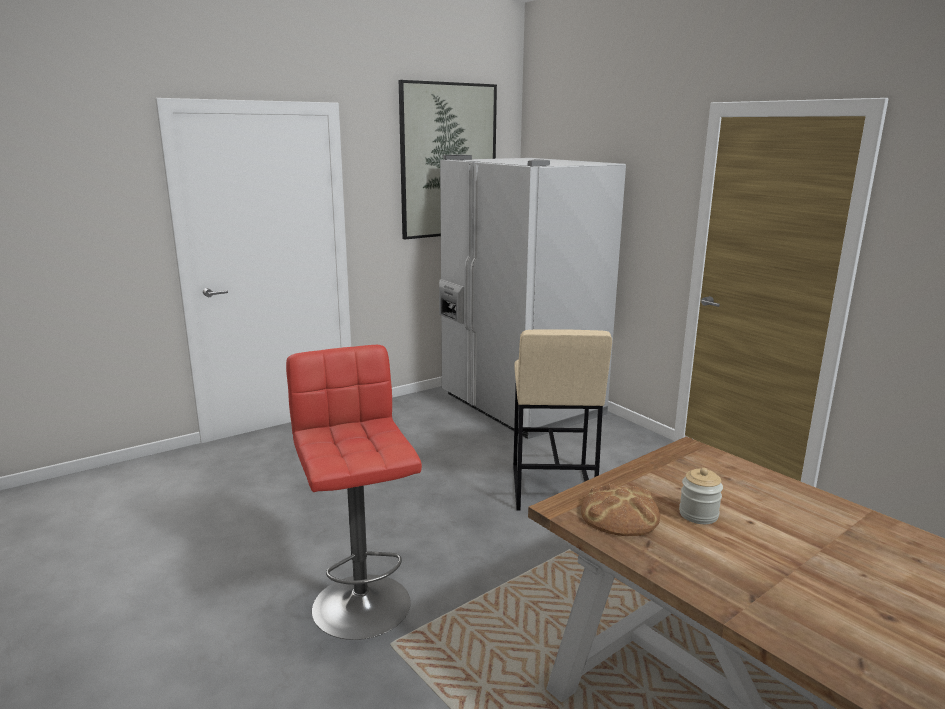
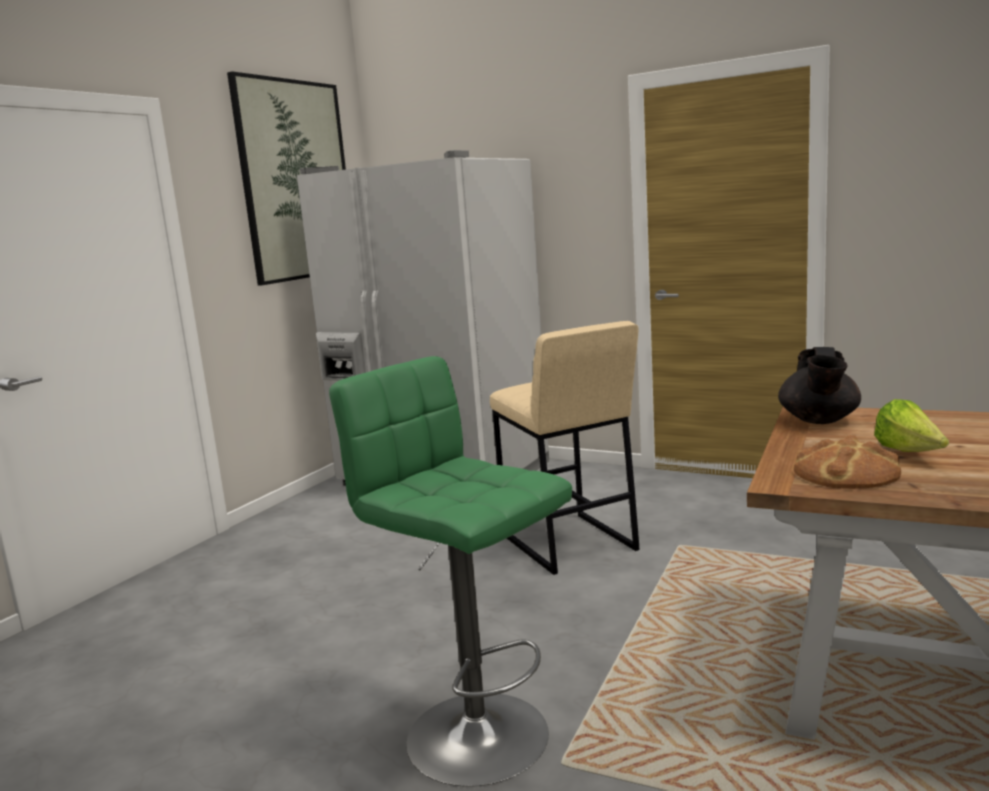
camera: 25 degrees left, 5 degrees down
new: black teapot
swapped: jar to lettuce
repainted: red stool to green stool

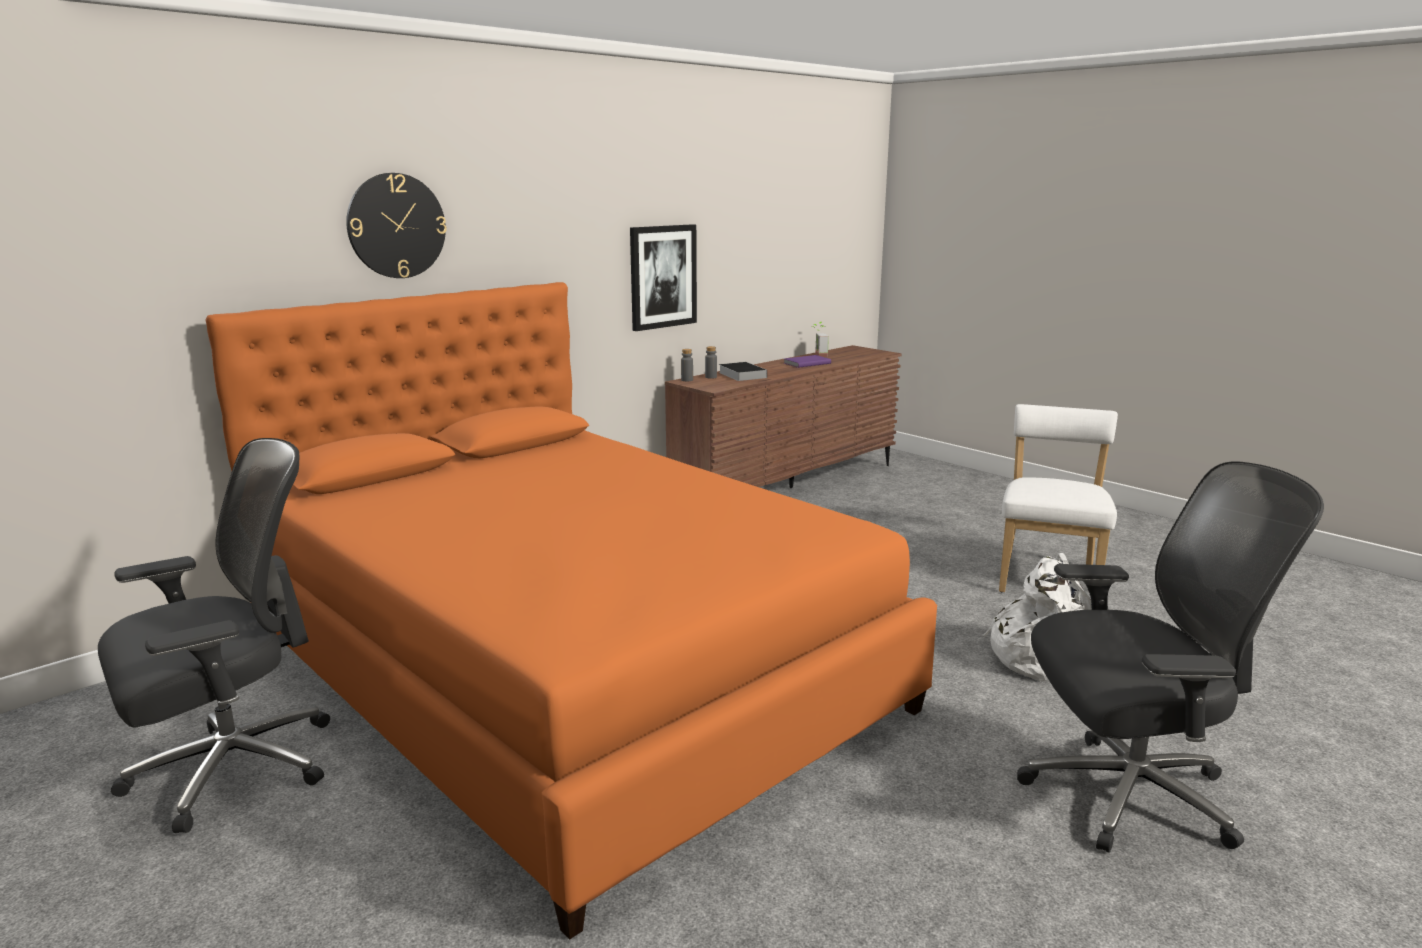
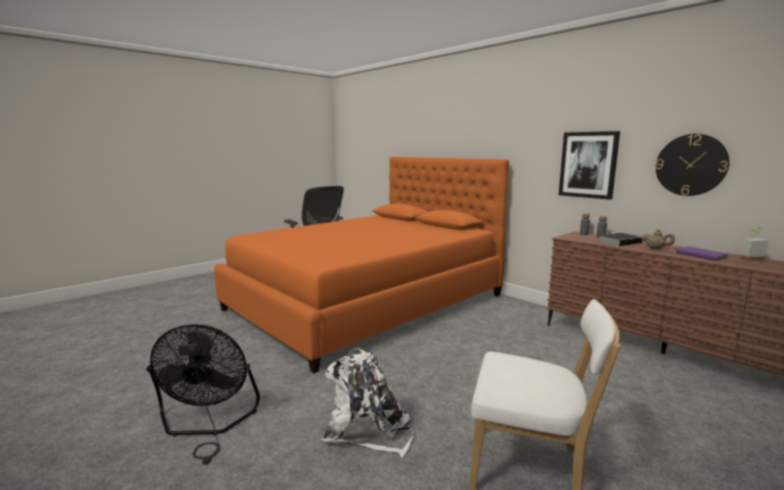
camera: 90 degrees right, 5 degrees down
new: beige teapot
shifted: wall clock
swapped: office chair (no. 2 from left) to black fan

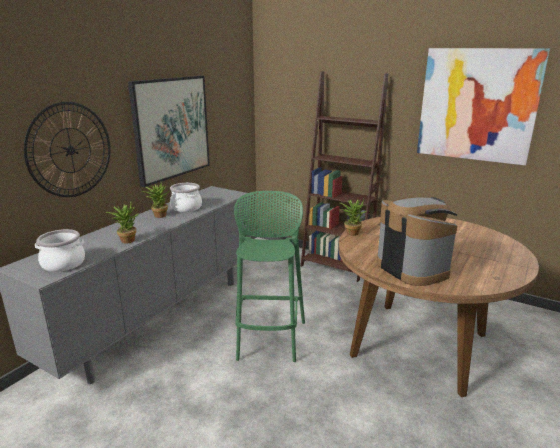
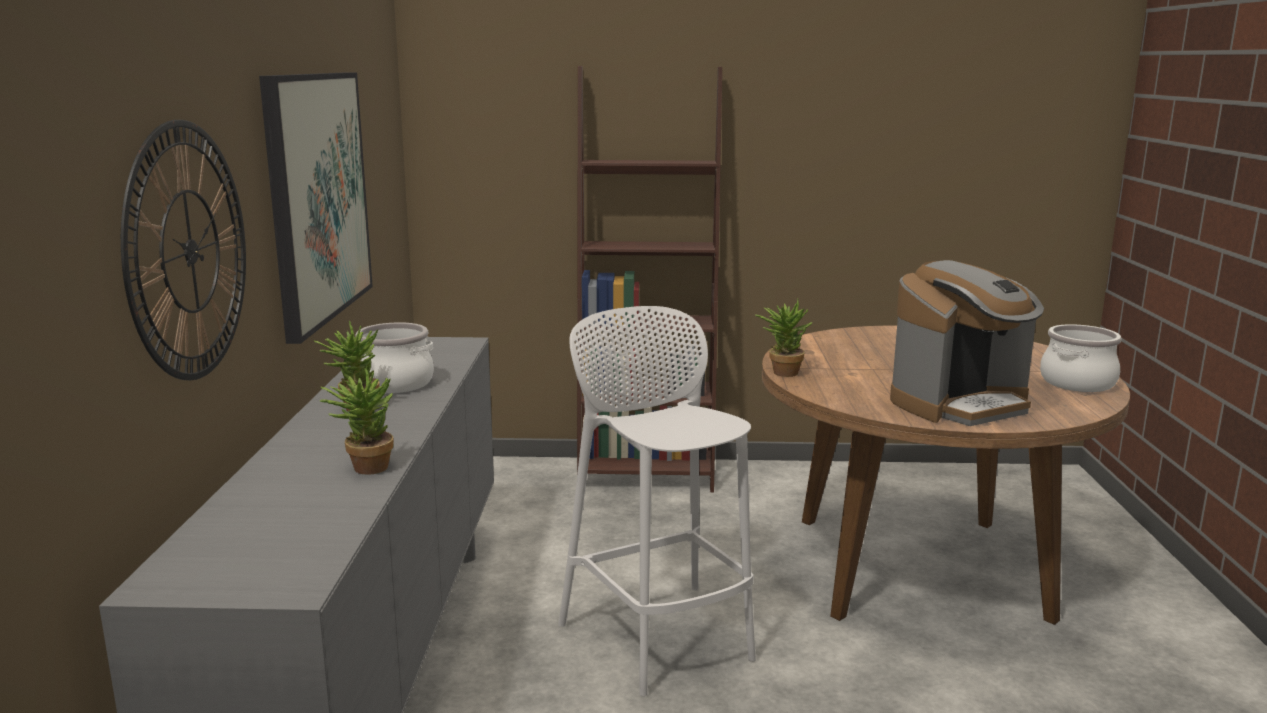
camera: 30 degrees left, 5 degrees down
gone: picture (no. 2 from left)
shifted: cooking pot (no. 1 from left in the first image) to cooking pot (no. 2 from left)
repainted: green stool to white stool
rotated: coffee machine 120 degrees clockwise

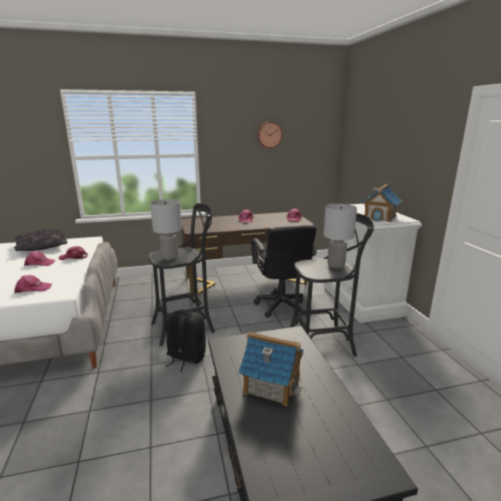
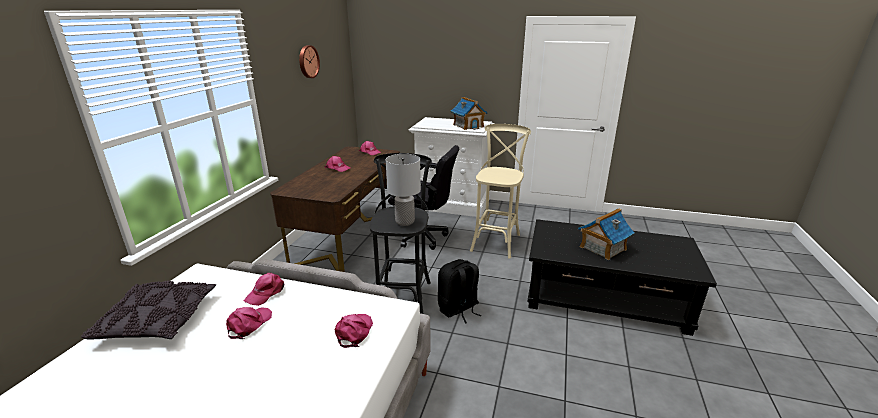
camera: 60 degrees left, 5 degrees up
gone: grey table lamp (no. 2 from left)
repainted: black stool (no. 2 from left) to beige stool

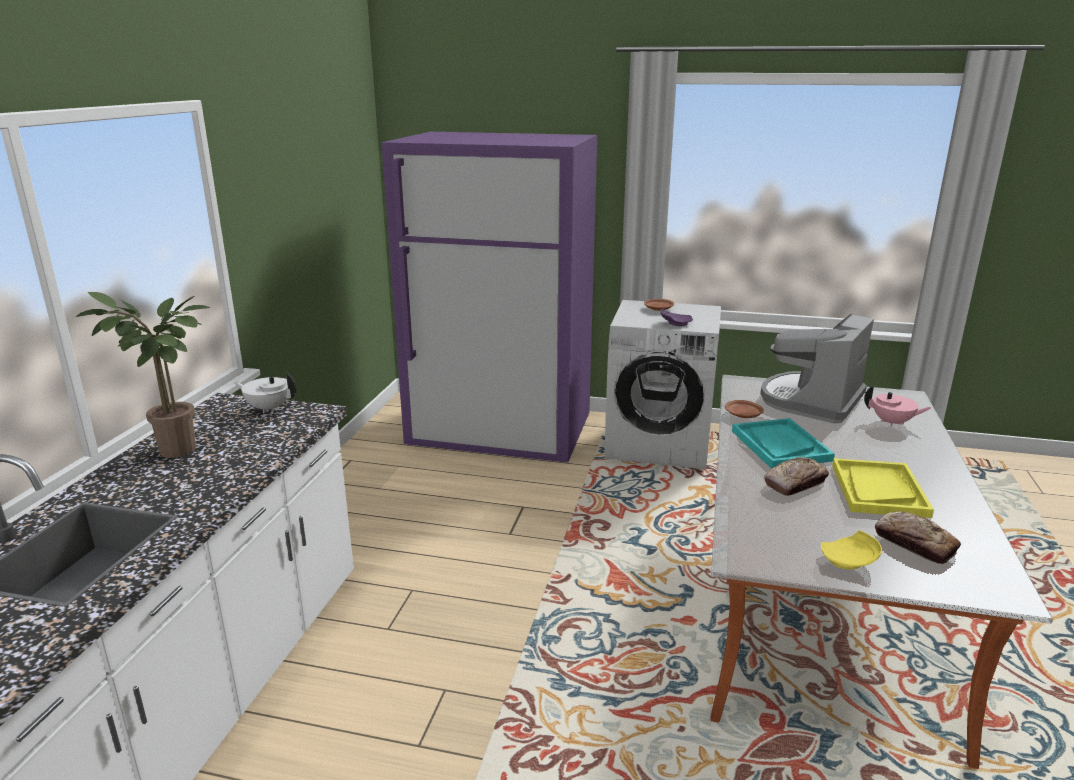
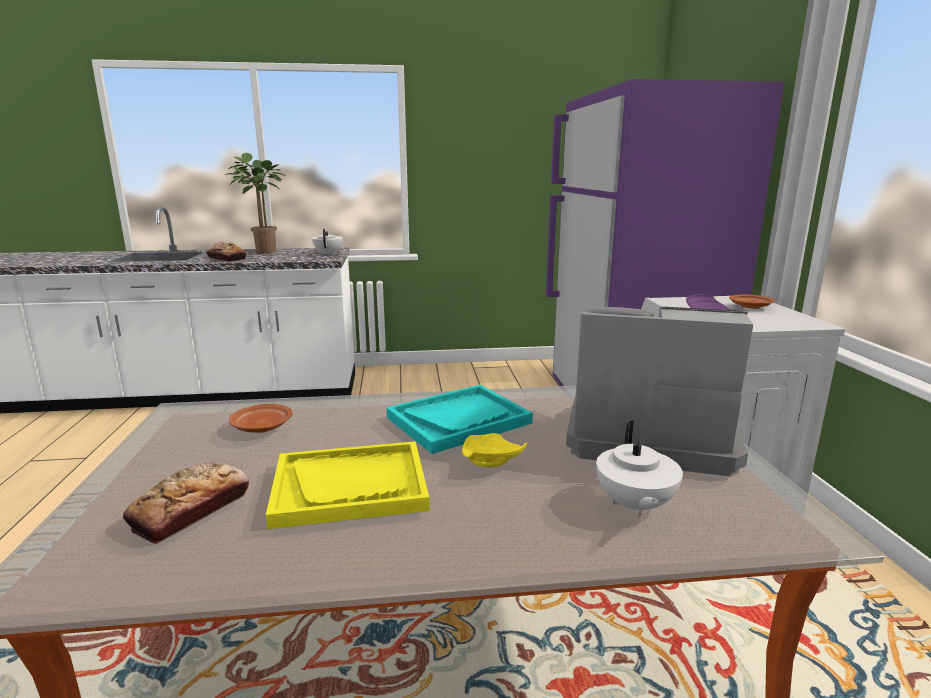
camera: 70 degrees right, 5 degrees down
shifted: brown plate (no. 2 from left in the first image) to brown plate (no. 1 from left); bread (no. 1 from left in the first image) to bread (no. 2 from left); yellow plate
repainted: pink teapot to white teapot (no. 2 from left)

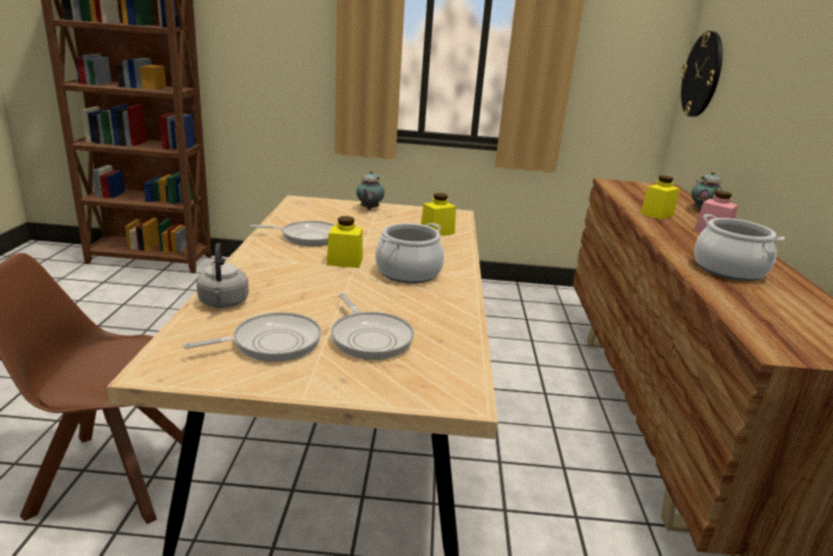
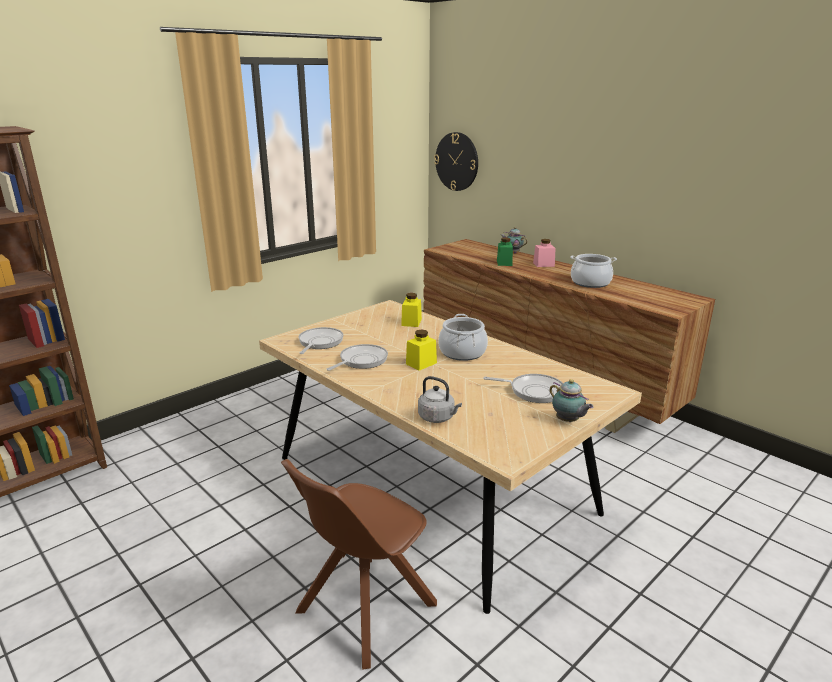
camera: 45 degrees left, 0 degrees up
shifted: teapot (no. 1 from left in the first image) to teapot (no. 2 from left); frying pan (no. 1 from left)
repainted: yellow jar (no. 3 from left) to green jar

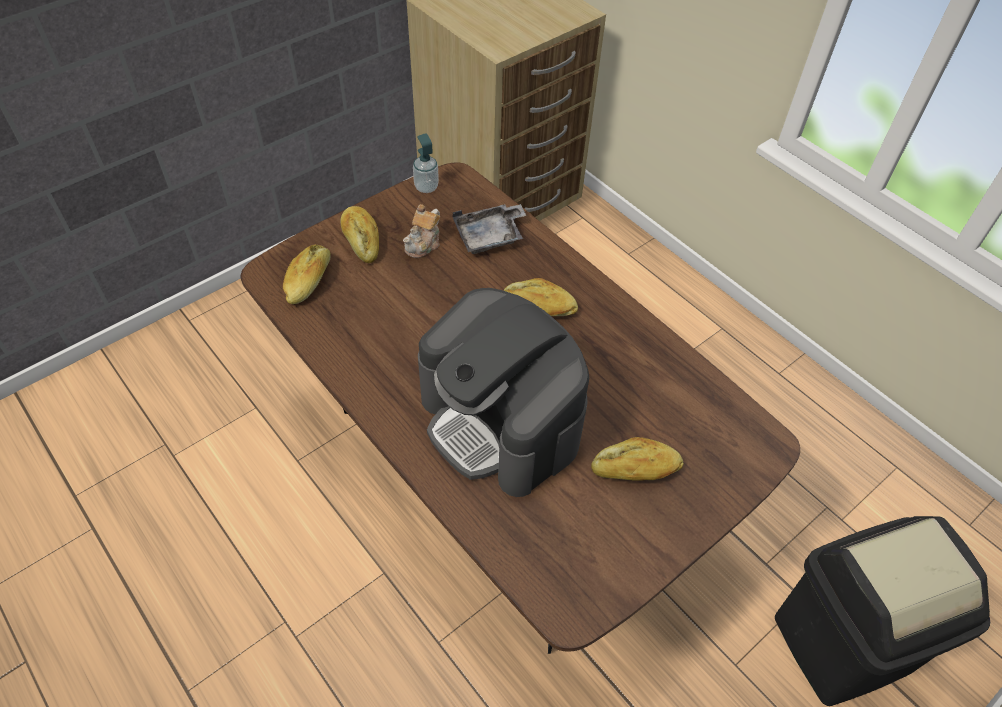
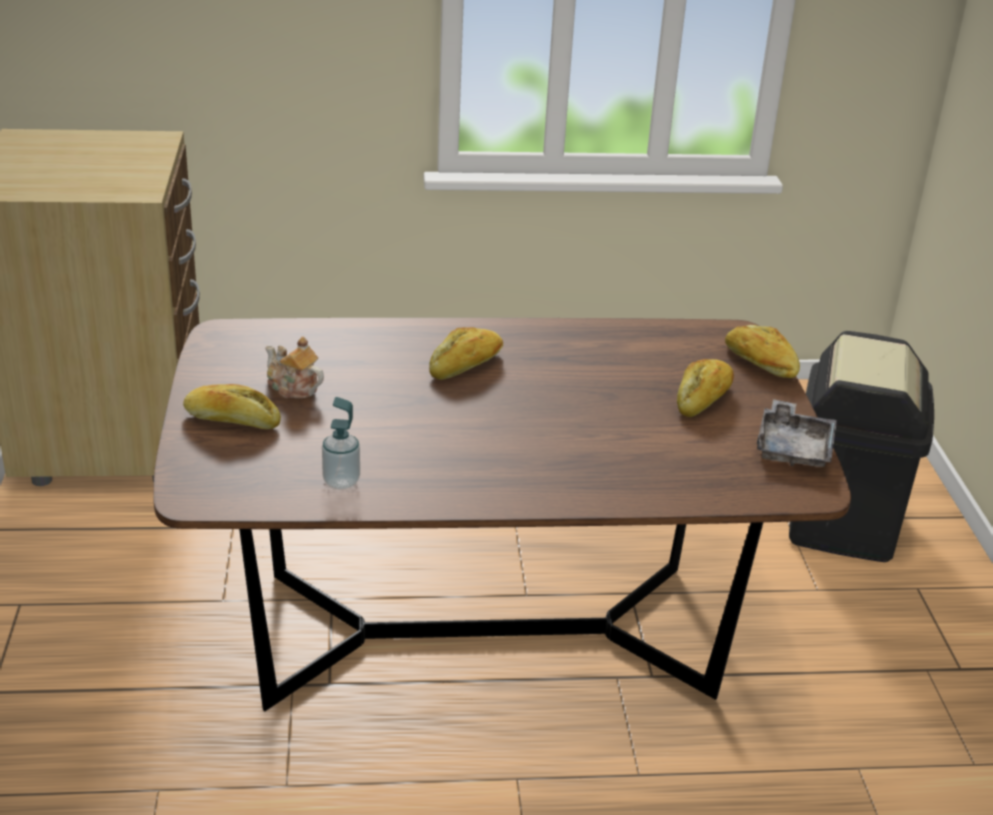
camera: 55 degrees left, 20 degrees down
gone: coffee machine
shifted: soap dispenser; grey tray; bread (no. 1 from left in the first image) to bread (no. 4 from left)
rotated: teapot 150 degrees clockwise

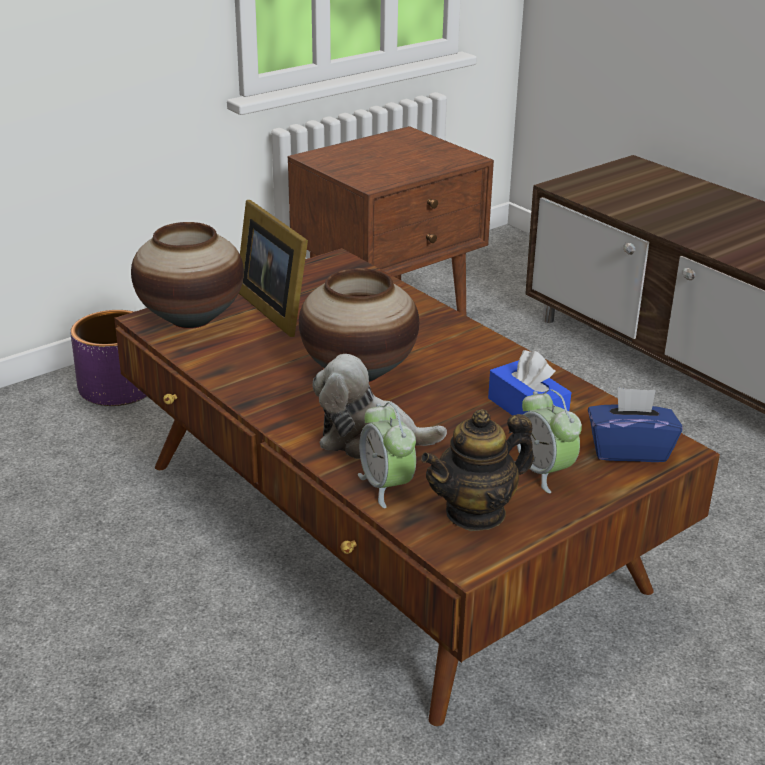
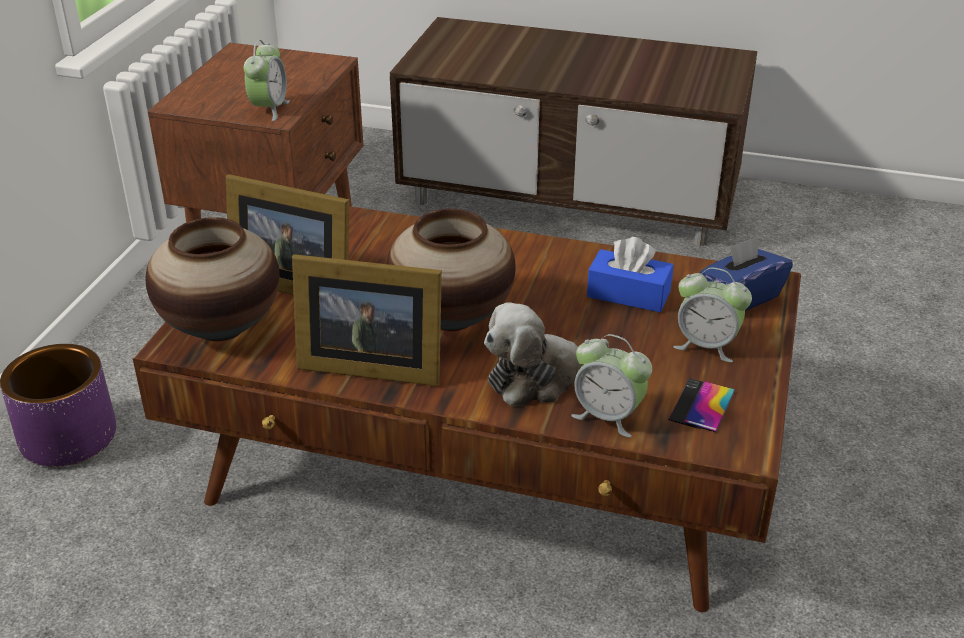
camera: 35 degrees left, 5 degrees up
new: alarm clock (no. 1 from left); picture frame (no. 2 from left)
swapped: teapot to phone

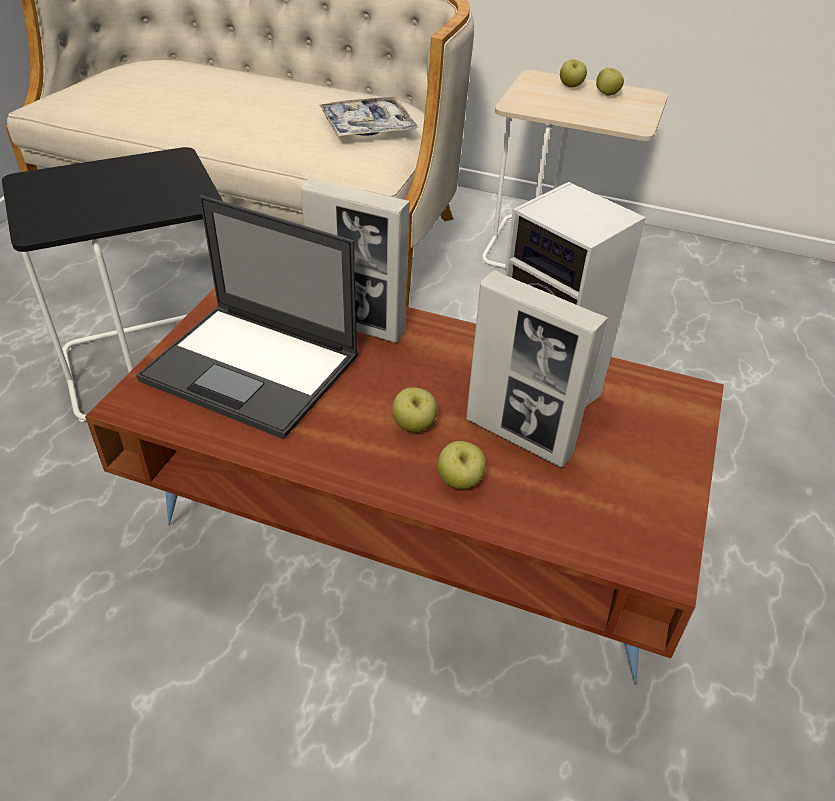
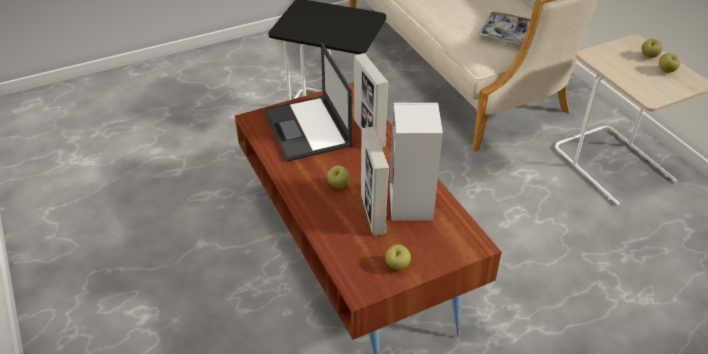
camera: 45 degrees right, 0 degrees up
shifted: apple (no. 2 from left)

